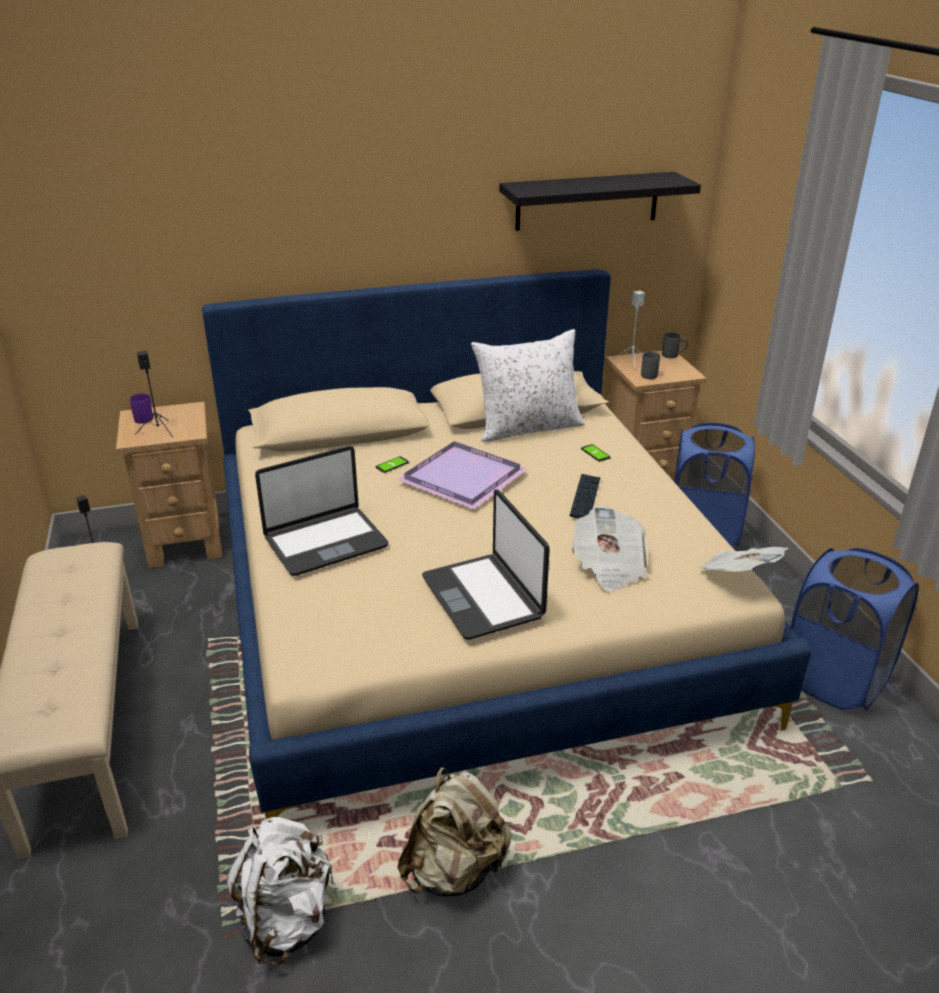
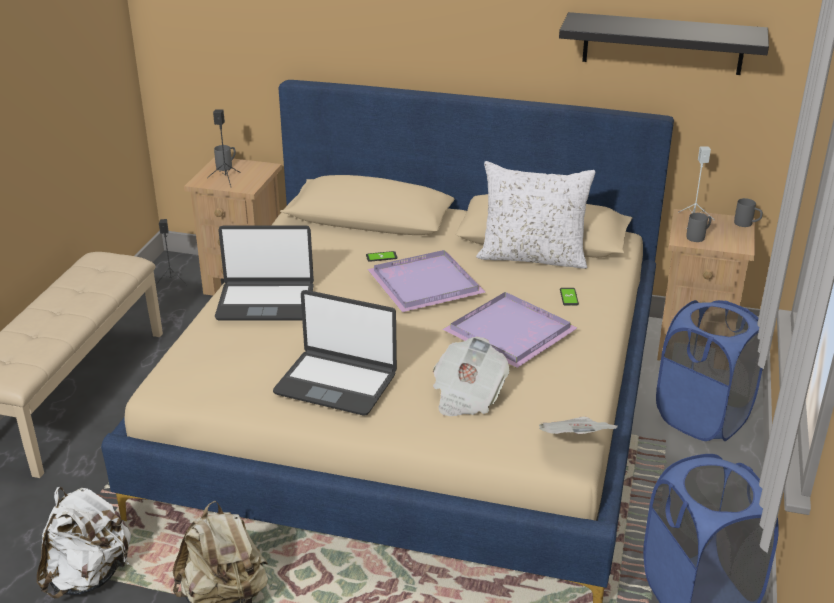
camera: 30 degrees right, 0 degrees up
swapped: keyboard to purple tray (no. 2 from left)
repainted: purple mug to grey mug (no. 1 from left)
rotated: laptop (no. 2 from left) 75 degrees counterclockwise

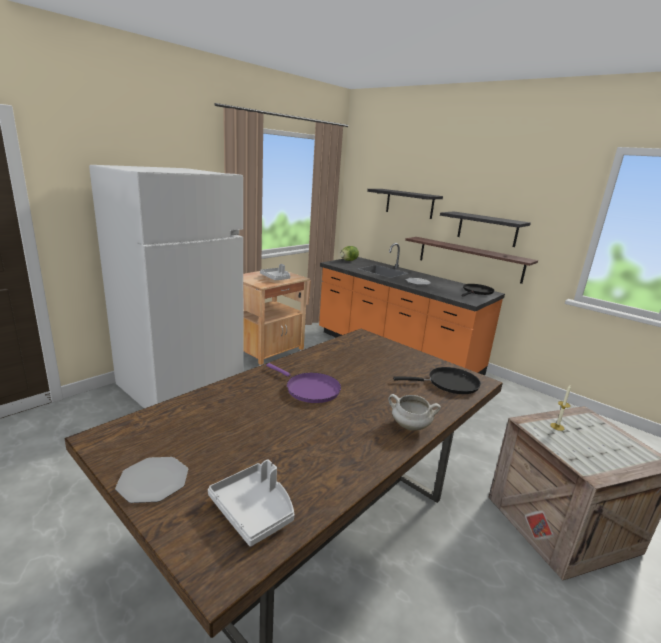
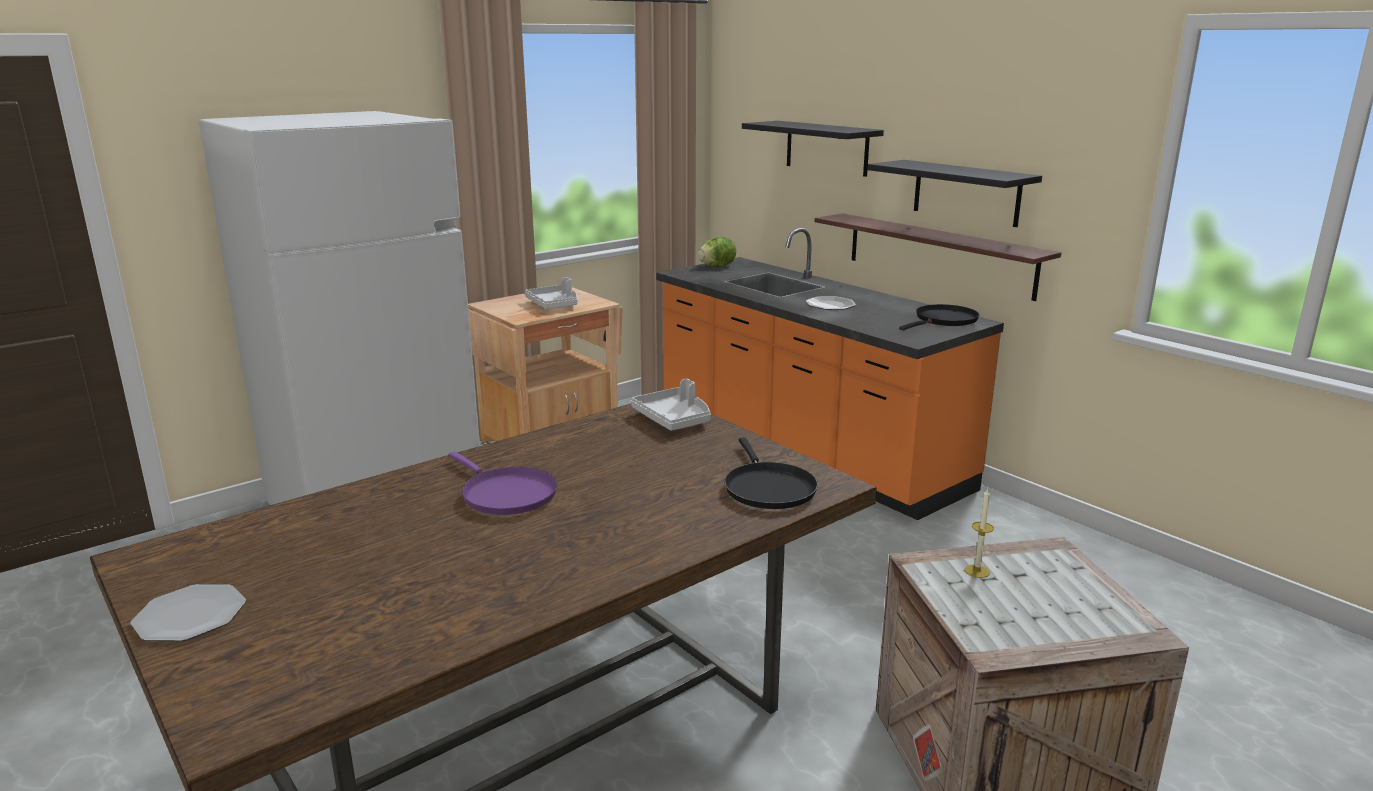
camera: 10 degrees right, 0 degrees up
gone: white cooking pot
shifted: grey tray (no. 1 from left in the first image) to grey tray (no. 2 from left)
rotated: black frying pan (no. 1 from left) 75 degrees clockwise

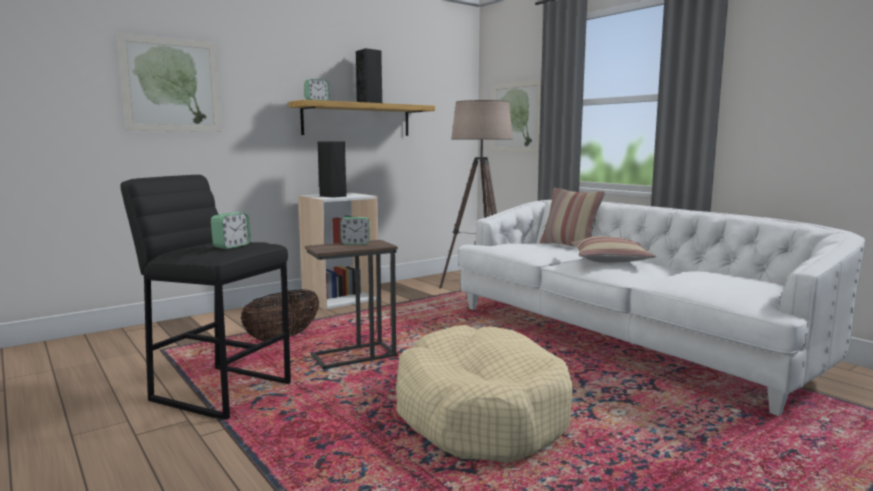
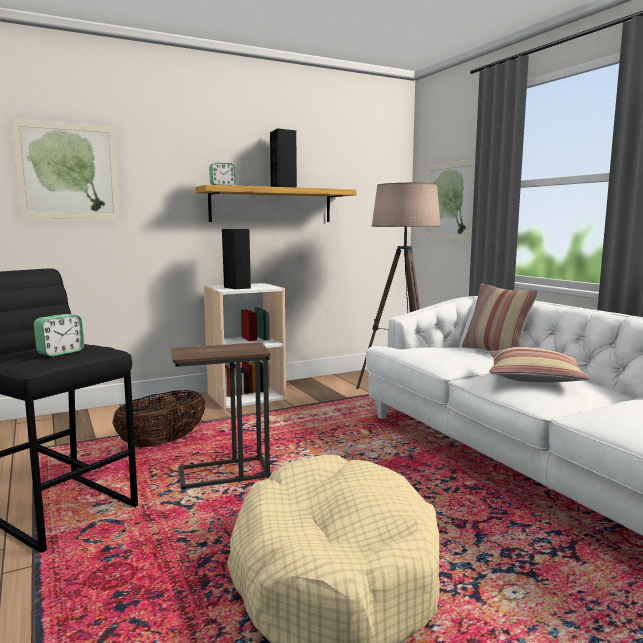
camera: 10 degrees right, 0 degrees up
gone: alarm clock (no. 3 from left)

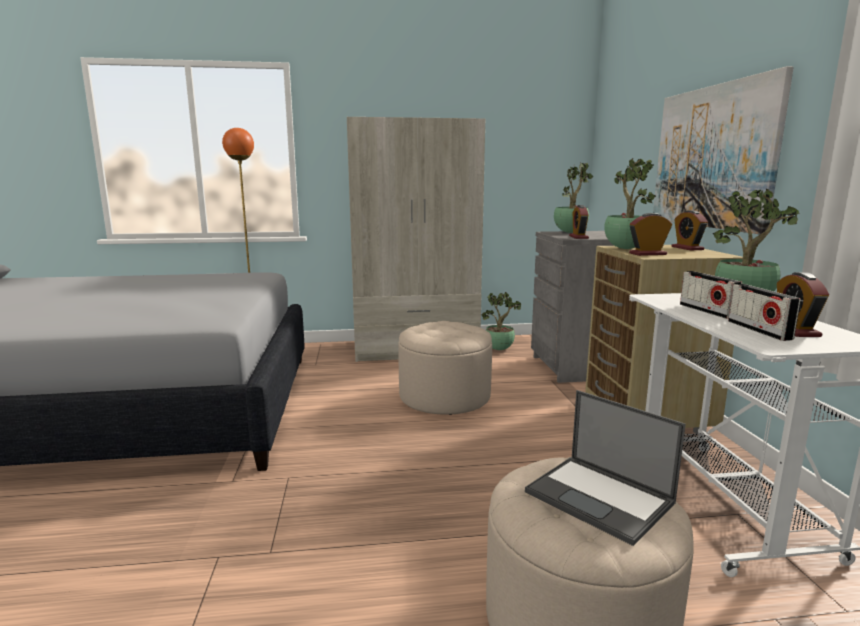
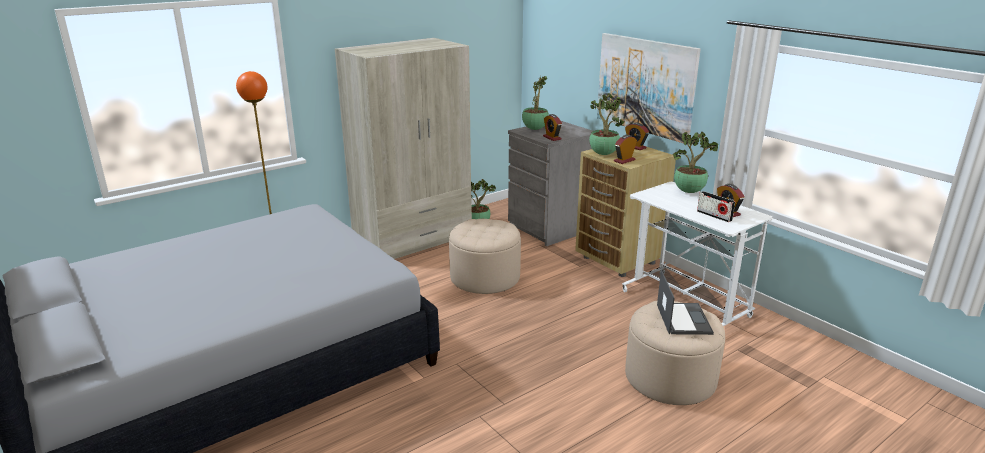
camera: 30 degrees left, 10 degrees up
gone: radio (no. 1 from left)
rotated: laptop 105 degrees counterclockwise

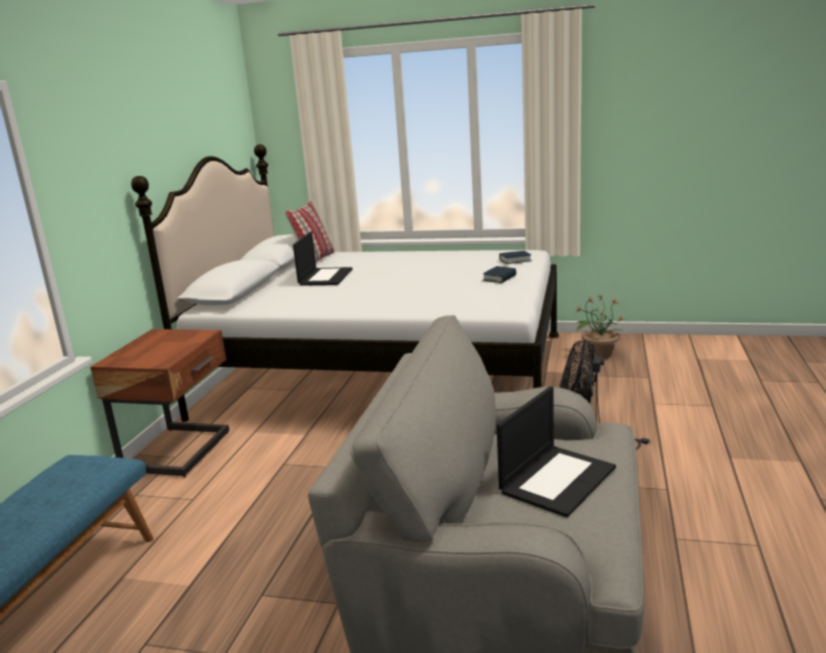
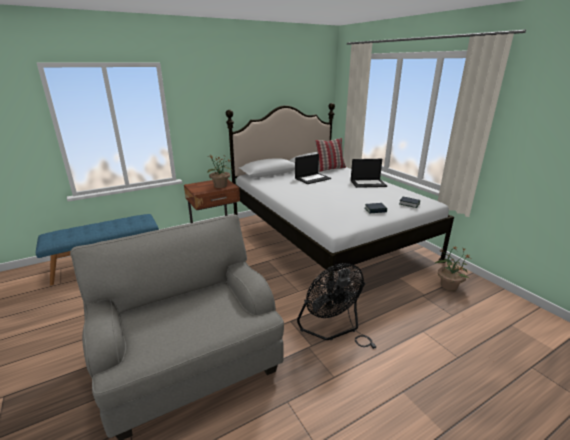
camera: 45 degrees right, 5 degrees up
new: potted plant (no. 1 from left)
shifted: laptop (no. 2 from left)

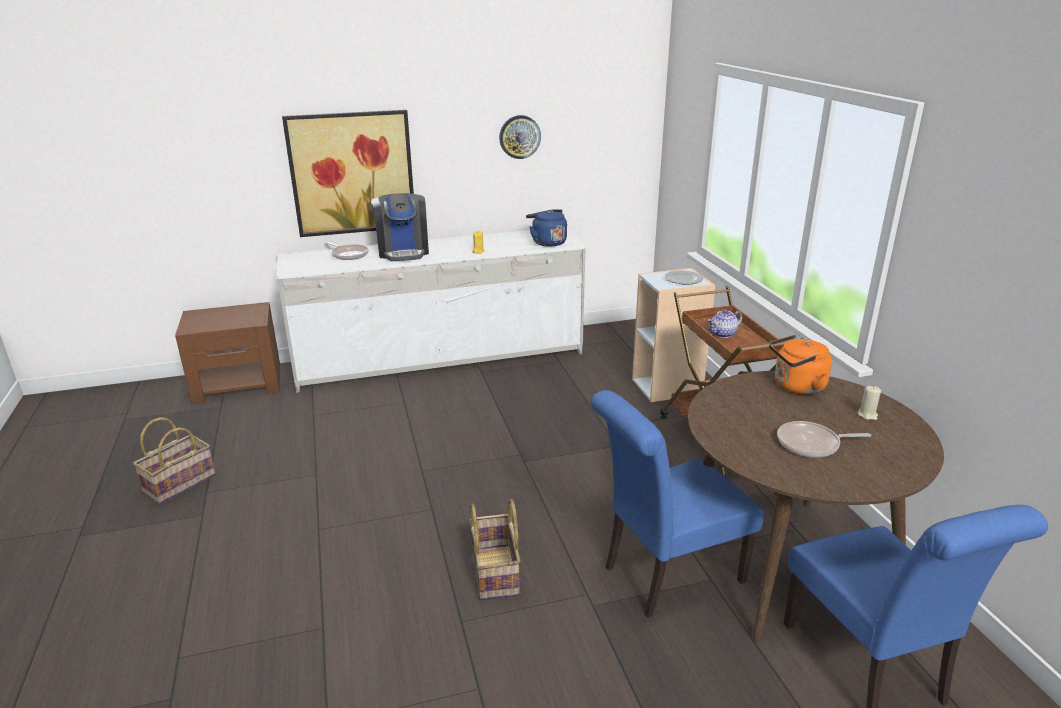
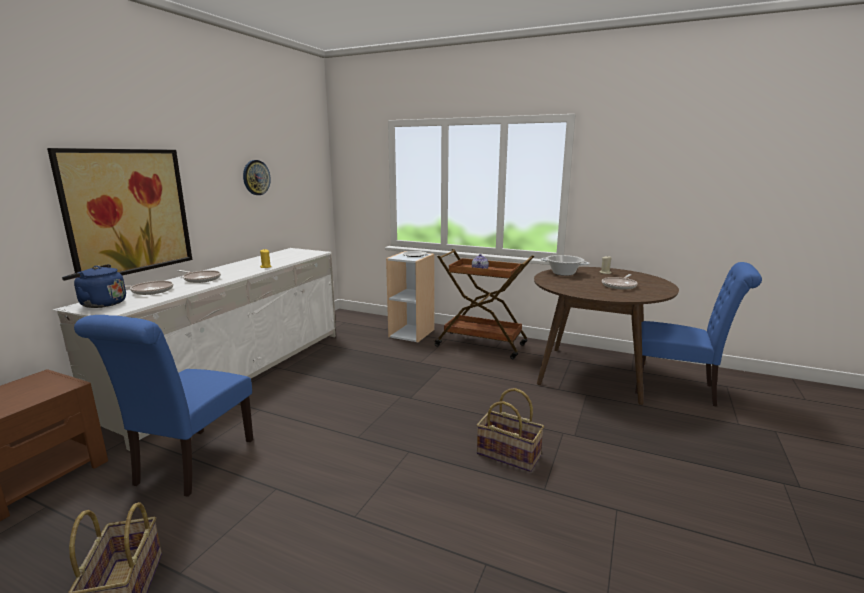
camera: 50 degrees left, 10 degrees down
shifted: blue kettle; blue chair (no. 1 from left)
swapped: coffee machine to frying pan (no. 2 from left); orange kettle to cooking pot

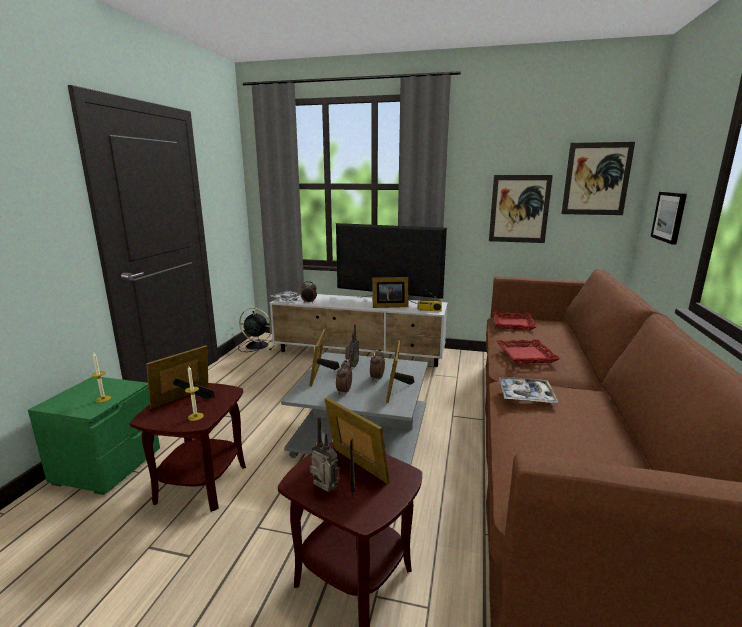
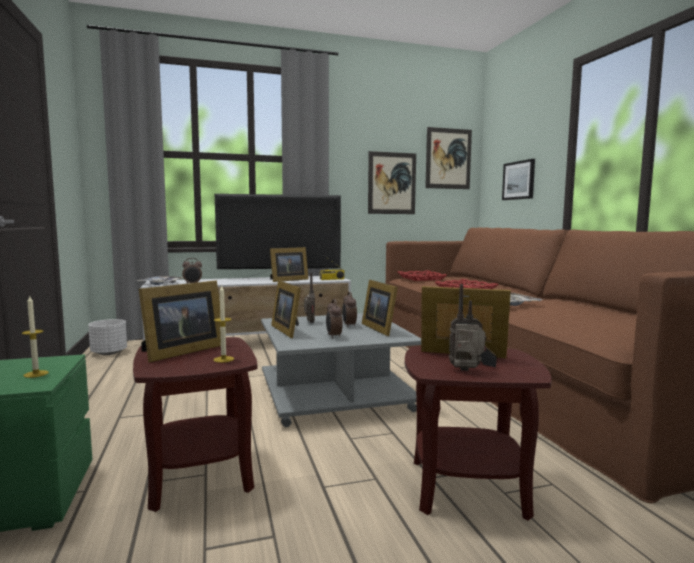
camera: 30 degrees left, 10 degrees down
swapped: black fan to white planter
rotated: picture frame (no. 1 from left) 150 degrees counterclockwise

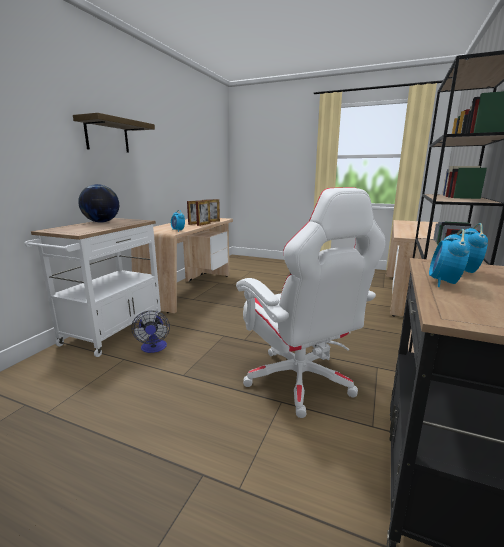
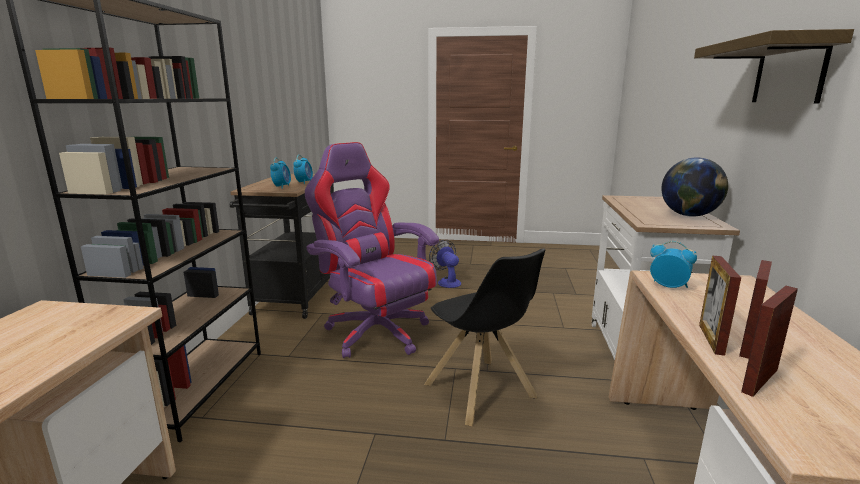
camera: 165 degrees right, 0 degrees up
new: black chair
shifted: fan
repainted: white office chair to purple office chair

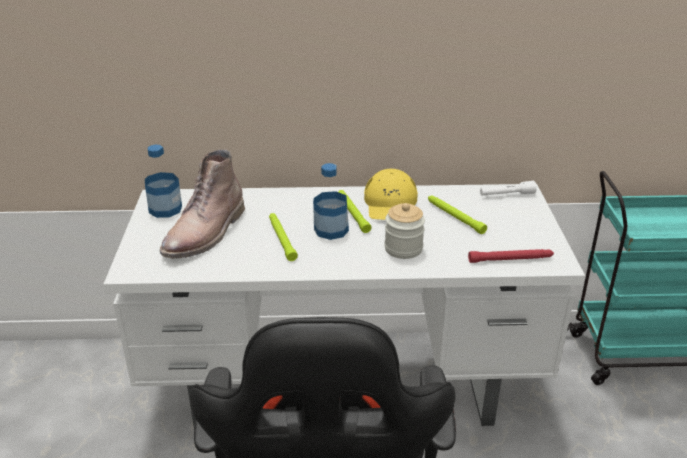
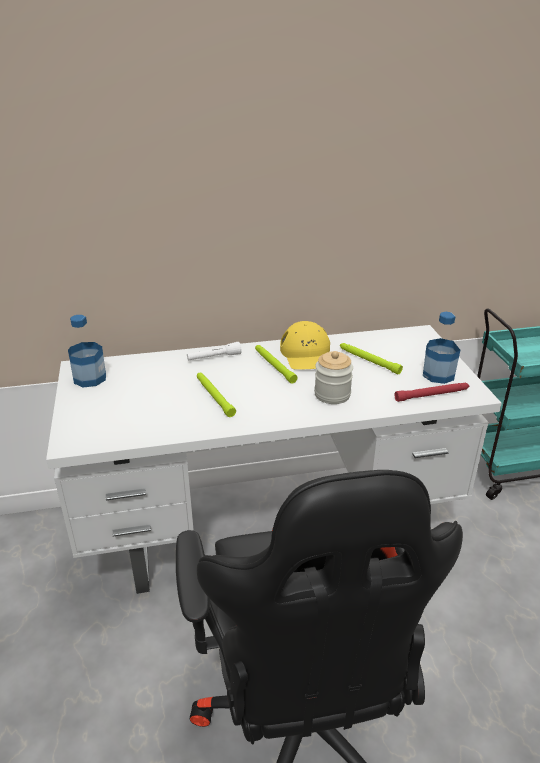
camera: 10 degrees left, 0 degrees up
gone: brown boot
shifted: bottle (no. 2 from left); white flashlight

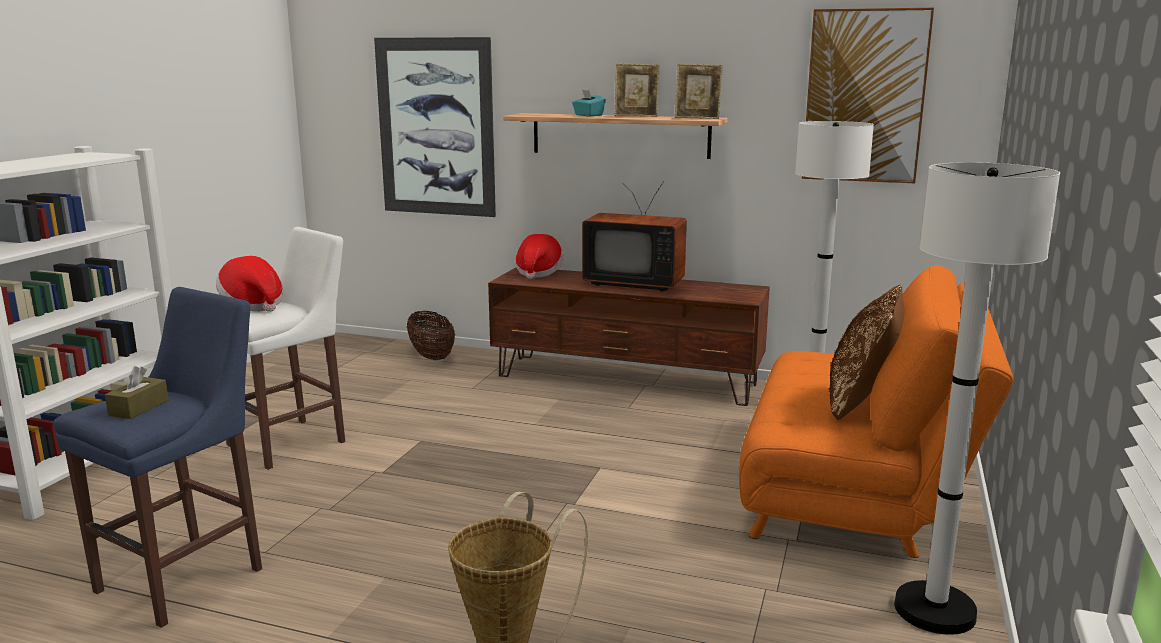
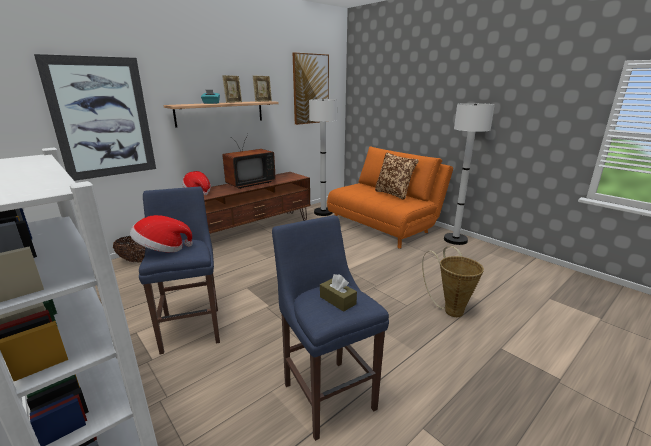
camera: 60 degrees left, 5 degrees up
repainted: white stool to blue stool (no. 1 from left)

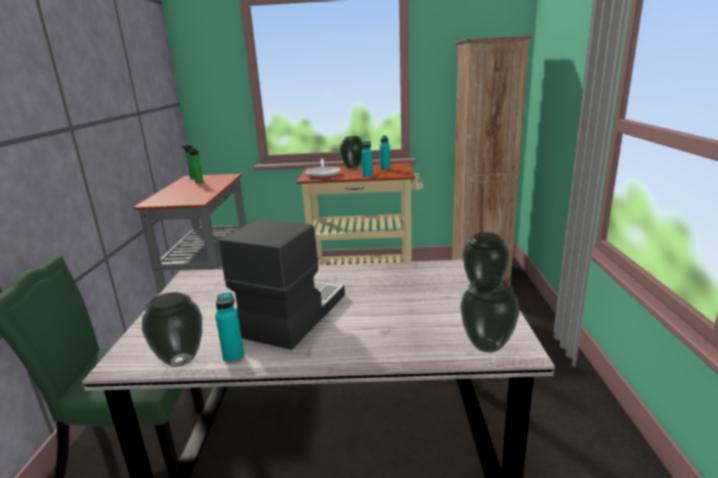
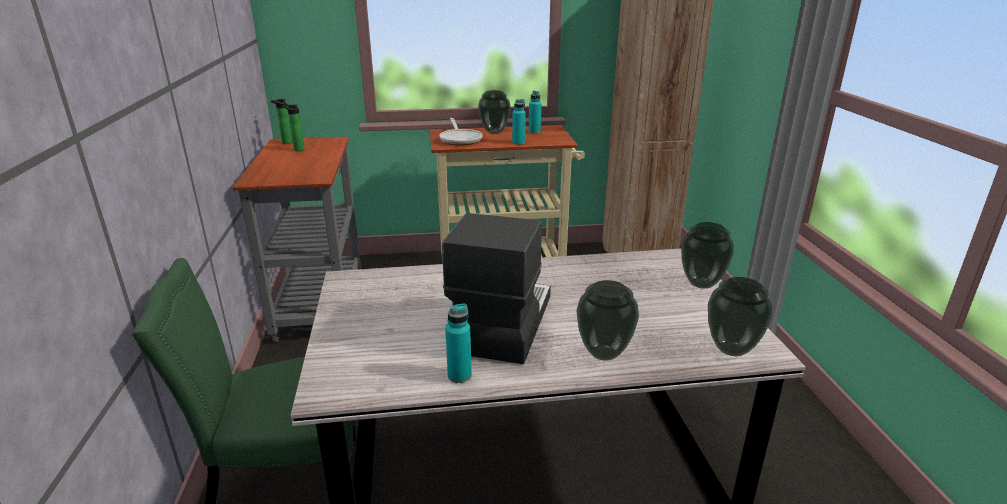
camera: 10 degrees left, 5 degrees up
shifted: vase (no. 1 from left in the first image) to vase (no. 2 from left)

